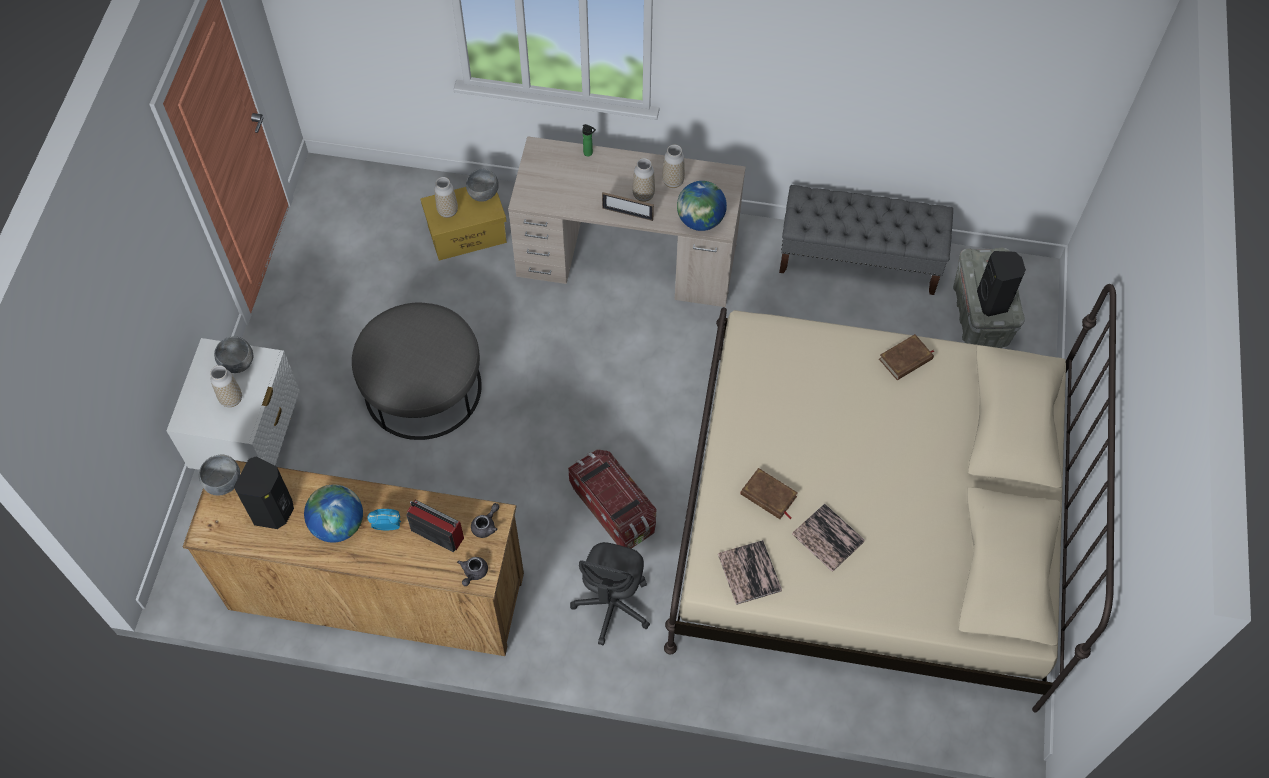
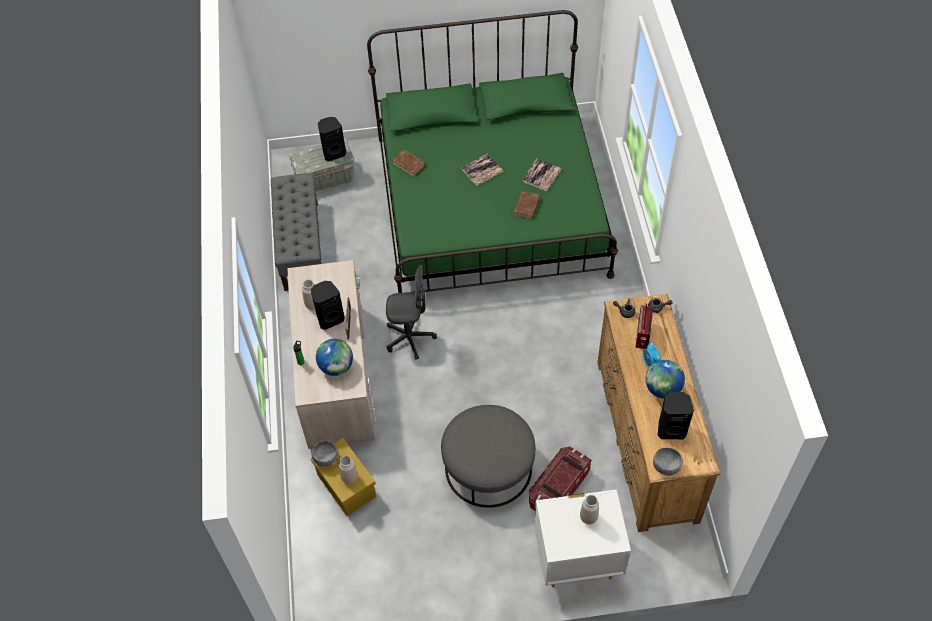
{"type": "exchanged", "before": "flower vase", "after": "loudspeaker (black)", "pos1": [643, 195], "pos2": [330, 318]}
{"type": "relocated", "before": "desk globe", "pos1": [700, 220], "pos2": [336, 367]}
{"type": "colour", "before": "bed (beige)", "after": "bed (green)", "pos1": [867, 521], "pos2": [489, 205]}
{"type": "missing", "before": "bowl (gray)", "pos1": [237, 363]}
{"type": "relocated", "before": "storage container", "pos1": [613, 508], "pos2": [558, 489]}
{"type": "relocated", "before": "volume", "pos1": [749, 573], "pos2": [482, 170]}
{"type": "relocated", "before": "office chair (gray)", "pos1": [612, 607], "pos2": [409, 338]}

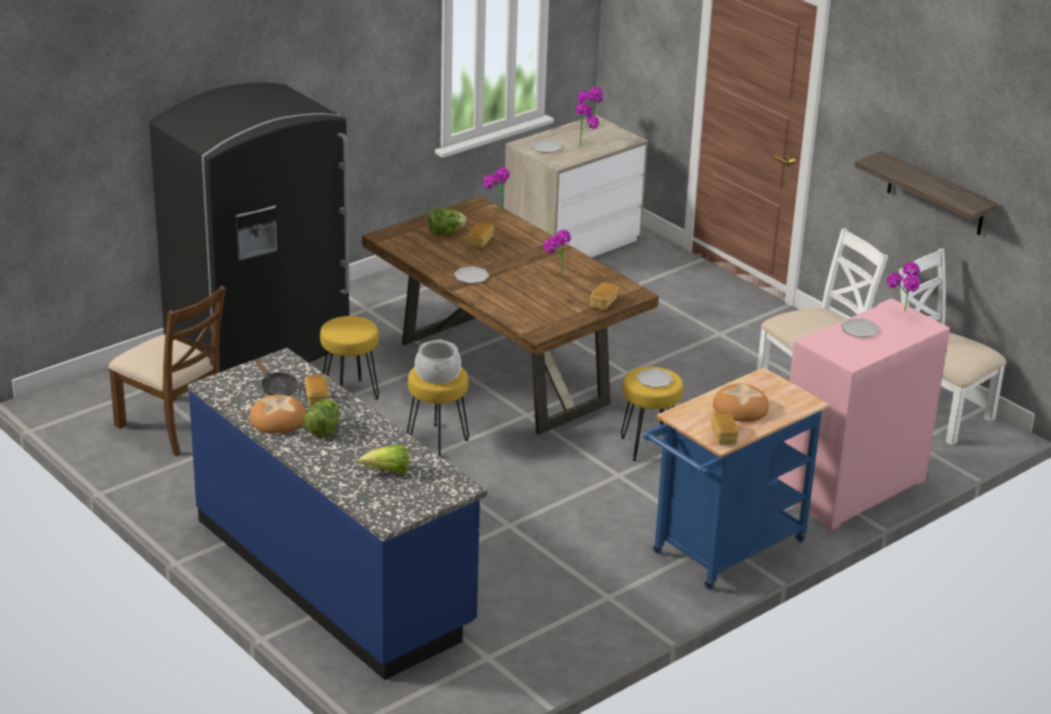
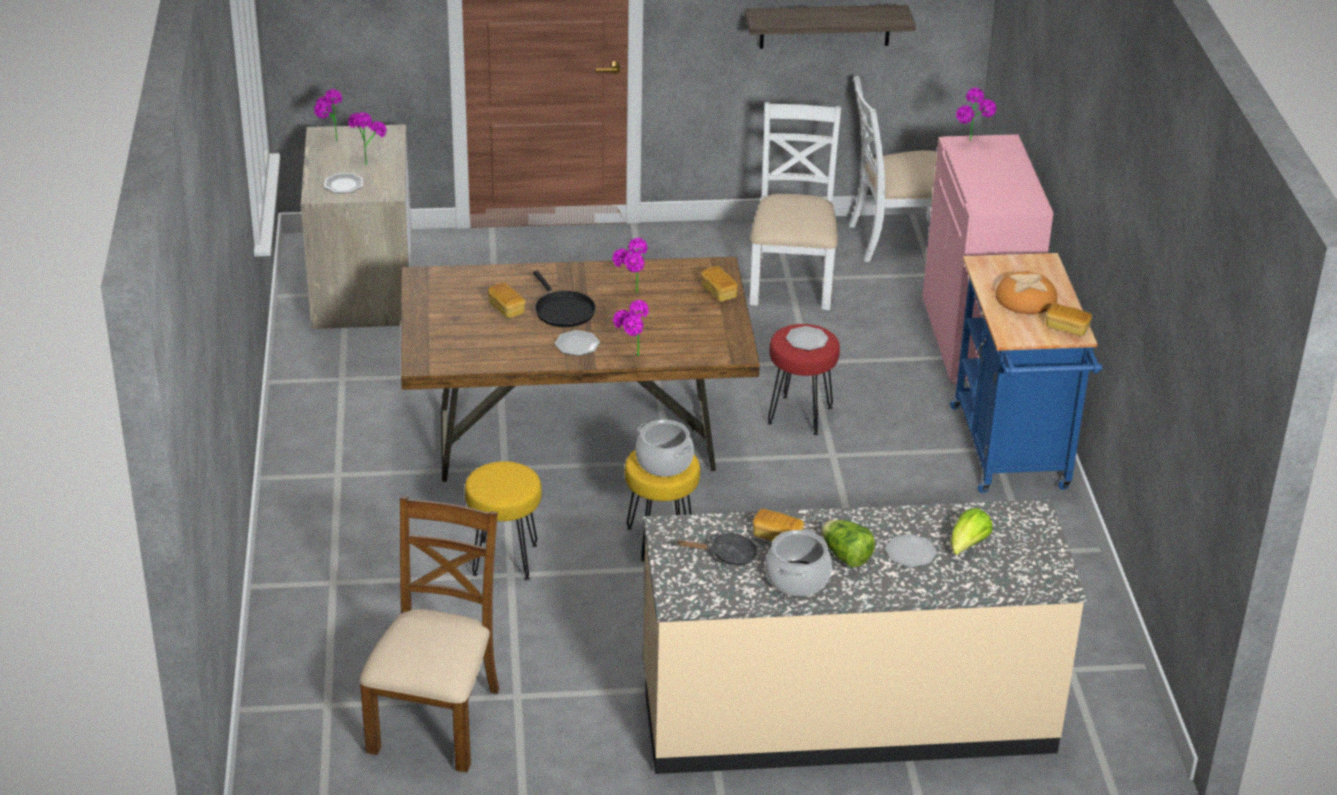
{"type": "missing", "before": "kitchen fridge (black)", "pos1": [260, 349]}
{"type": "relocated", "before": "potted plant", "pos1": [495, 211], "pos2": [631, 359]}
{"type": "missing", "before": "lettuce head", "pos1": [445, 233]}
{"type": "spun", "before": "chair (brown-coloured)", "pos1": [173, 426], "pos2": [436, 719], "turn": -60}
{"type": "relocated", "before": "dinner plate", "pos1": [859, 329], "pos2": [910, 553]}
{"type": "colour", "before": "counter (blue)", "after": "counter (beige)", "pos1": [334, 574], "pos2": [846, 713]}
{"type": "colour", "before": "sitting stool (yellow)", "after": "sitting stool (red)", "pos1": [648, 447], "pos2": [800, 416]}
{"type": "exchanged", "before": "bakery bread", "after": "stockpot", "pos1": [278, 419], "pos2": [797, 579]}
{"type": "appeared", "after": "frying pan (black)", "pos2": [562, 310]}

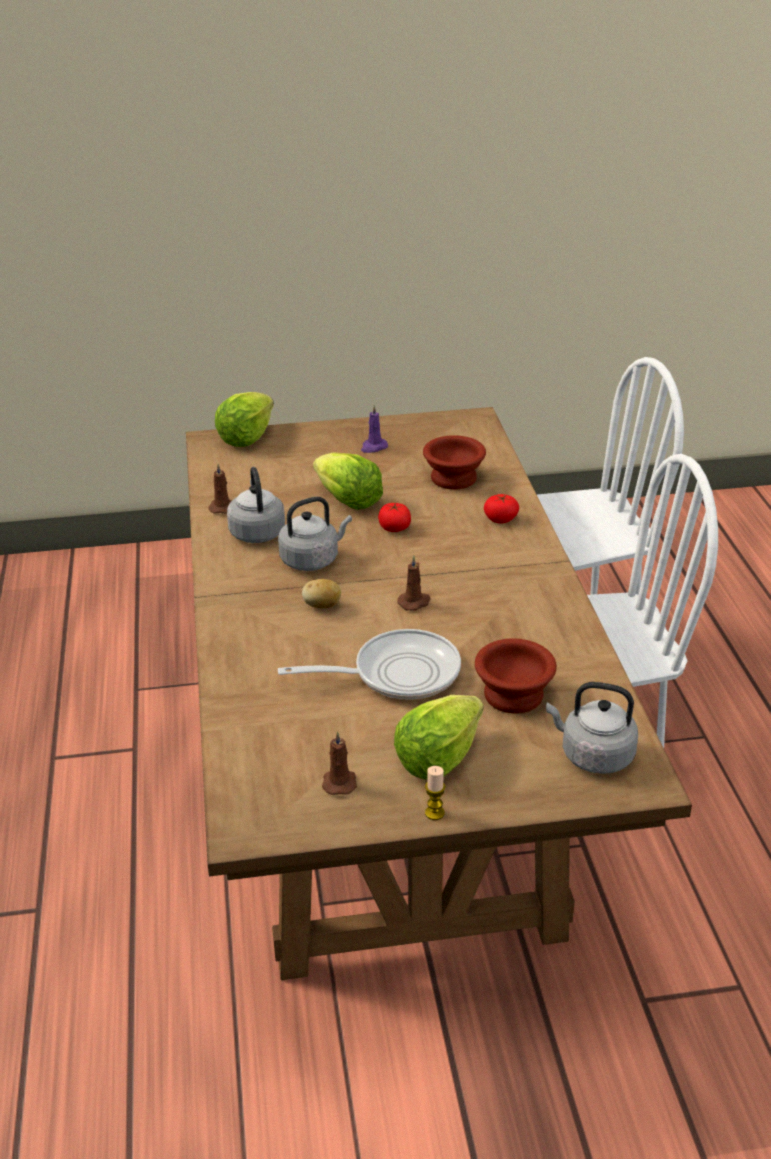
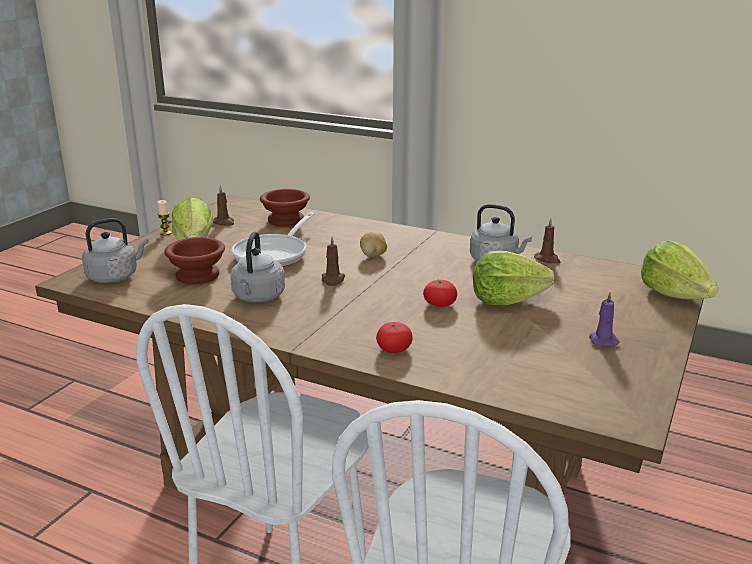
{"type": "relocated", "before": "bowl (brown-coloured)", "pos1": [455, 477], "pos2": [285, 221]}
{"type": "relocated", "before": "water kettle (gray)", "pos1": [312, 559], "pos2": [258, 297]}

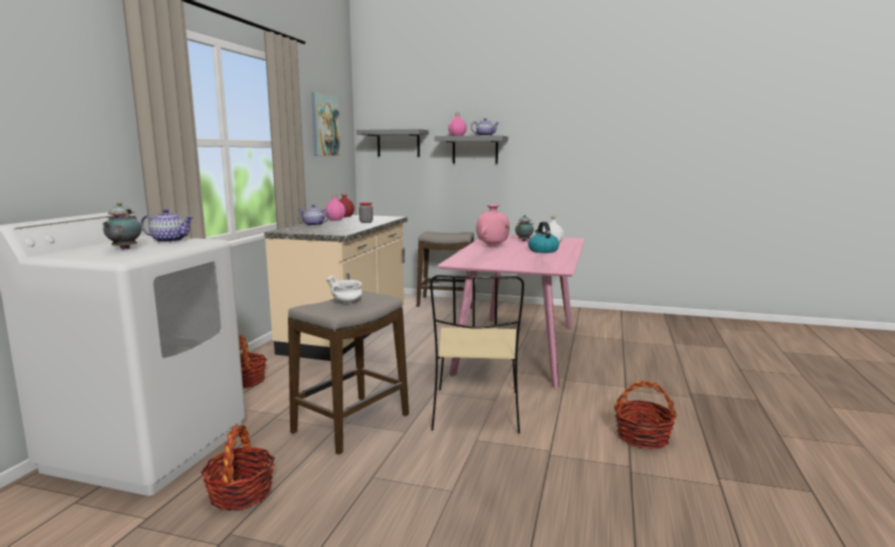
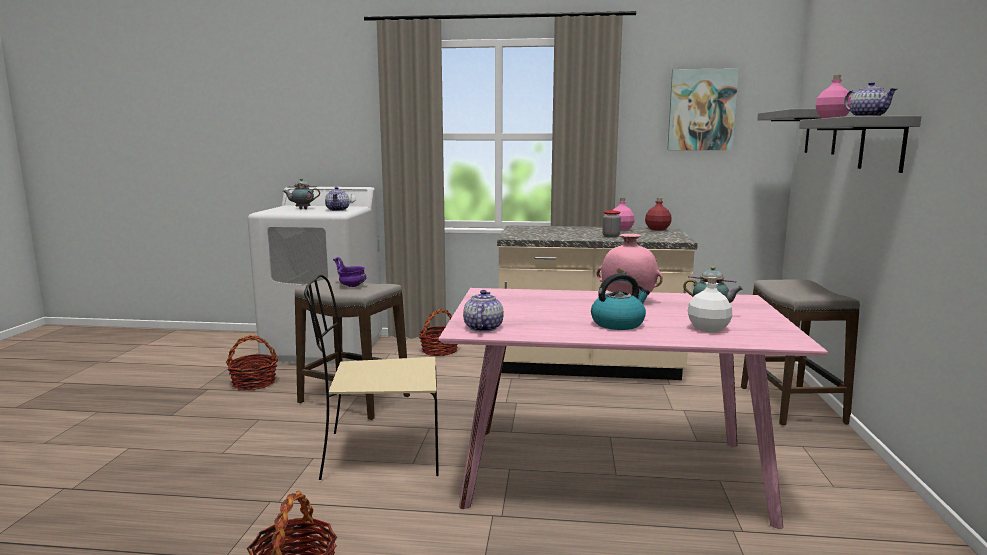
{"type": "relocated", "before": "tea pot", "pos1": [314, 225], "pos2": [482, 328]}
{"type": "colour", "before": "bowl (whitish)", "after": "bowl (purple)", "pos1": [346, 302], "pos2": [351, 286]}

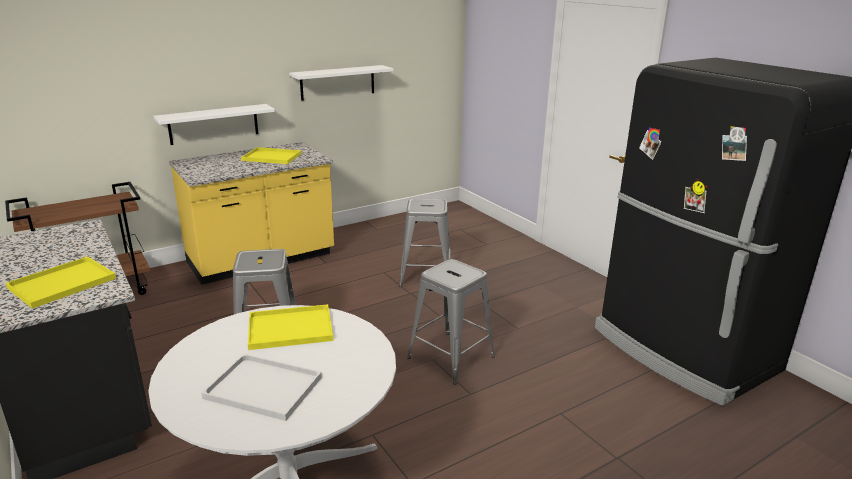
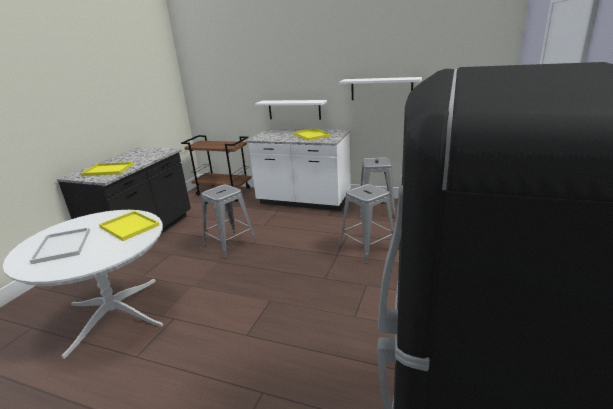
{"type": "colour", "before": "counter (yellow)", "after": "counter (whitish)", "pos1": [261, 260], "pos2": [303, 201]}
{"type": "relocated", "before": "sitting stool (gray)", "pos1": [451, 357], "pos2": [376, 210]}

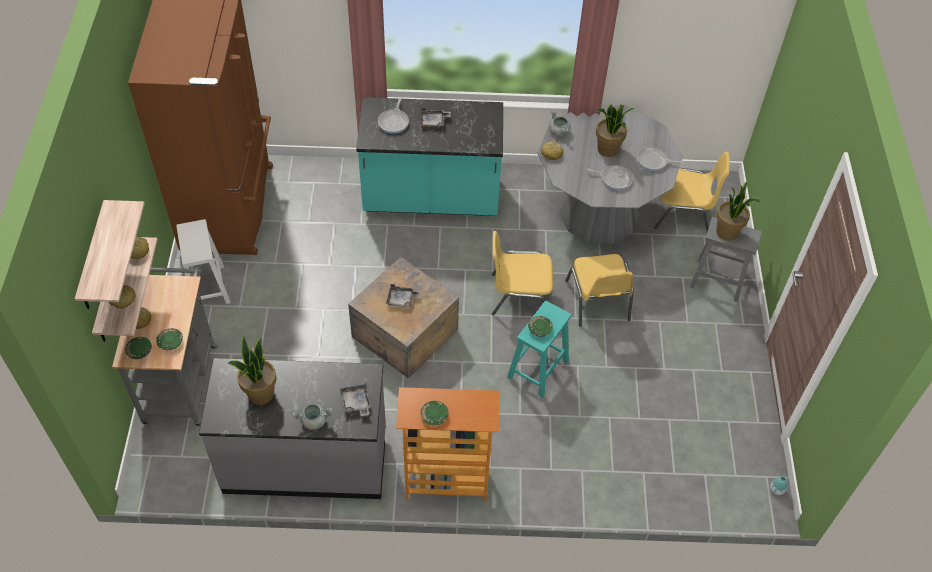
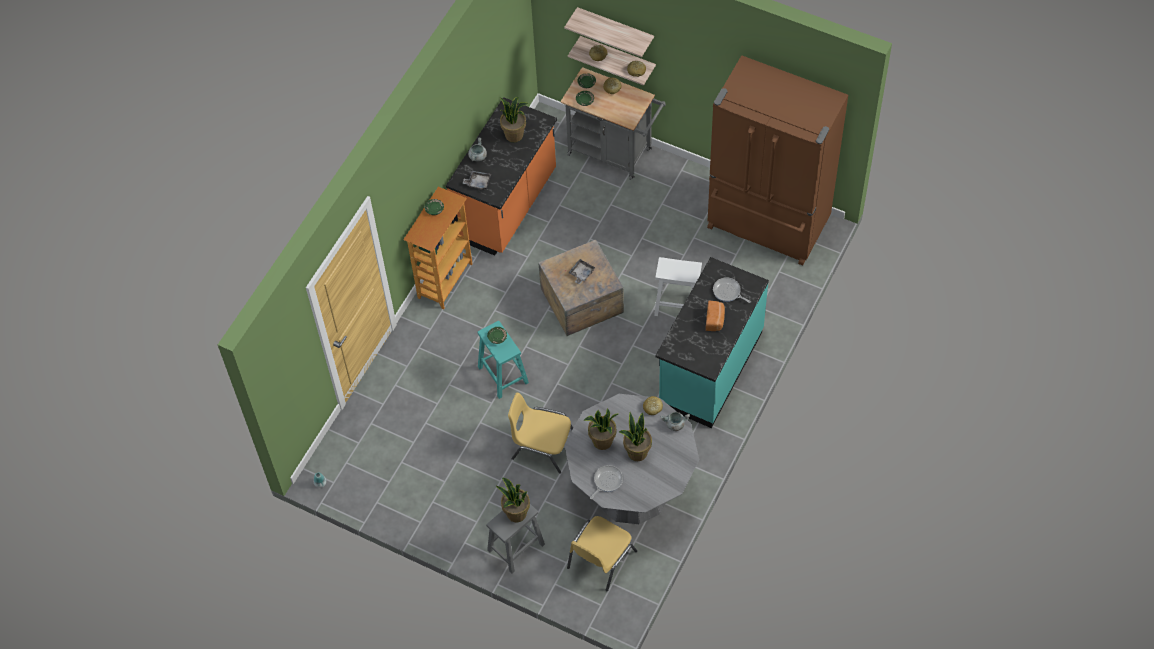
{"type": "exchanged", "before": "carrying tray (gray)", "after": "bakery bread", "pos1": [433, 121], "pos2": [715, 320]}
{"type": "exchanged", "before": "frying pan", "after": "potted plant", "pos1": [614, 179], "pos2": [602, 441]}
{"type": "relocated", "before": "sitting stool (whitish)", "pos1": [206, 287], "pos2": [678, 304]}
{"type": "missing", "before": "chair (yellow)", "pos1": [519, 295]}
{"type": "colour", "before": "counter (gray)", "after": "counter (orange-coloured)", "pos1": [306, 461], "pos2": [507, 206]}

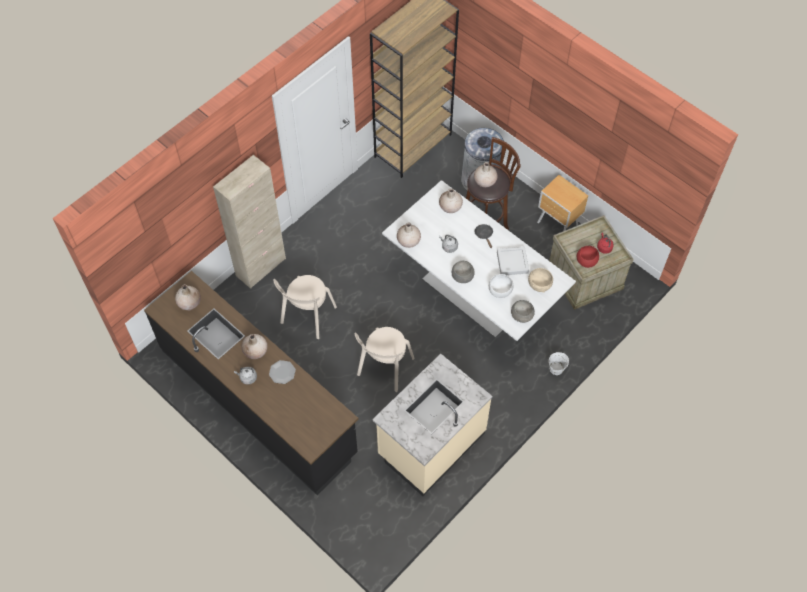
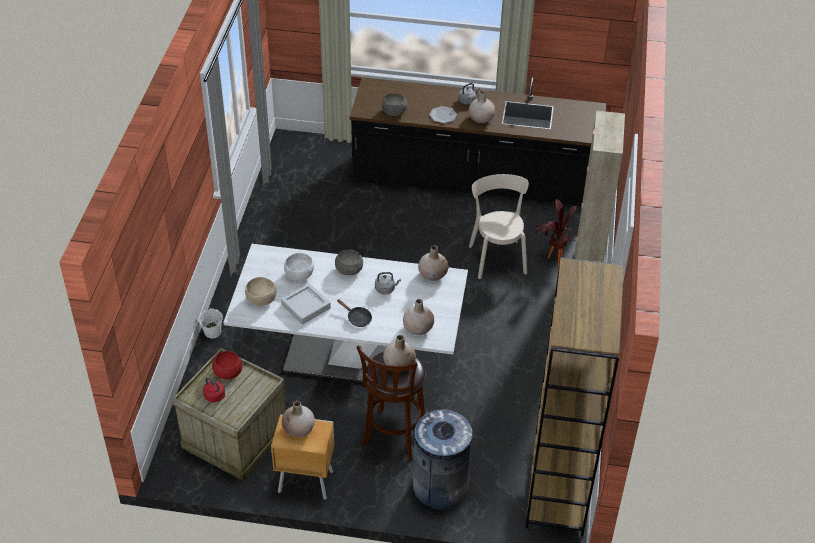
{"type": "relocated", "before": "flower vase (beige)", "pos1": [189, 302], "pos2": [299, 429]}
{"type": "relocated", "before": "bowl (gray)", "pos1": [522, 315], "pos2": [394, 112]}
{"type": "missing", "before": "chair (beige)", "pos1": [384, 369]}
{"type": "missing", "before": "counter (beige)", "pos1": [430, 443]}
{"type": "appeared", "after": "potted plant", "pos2": [551, 259]}

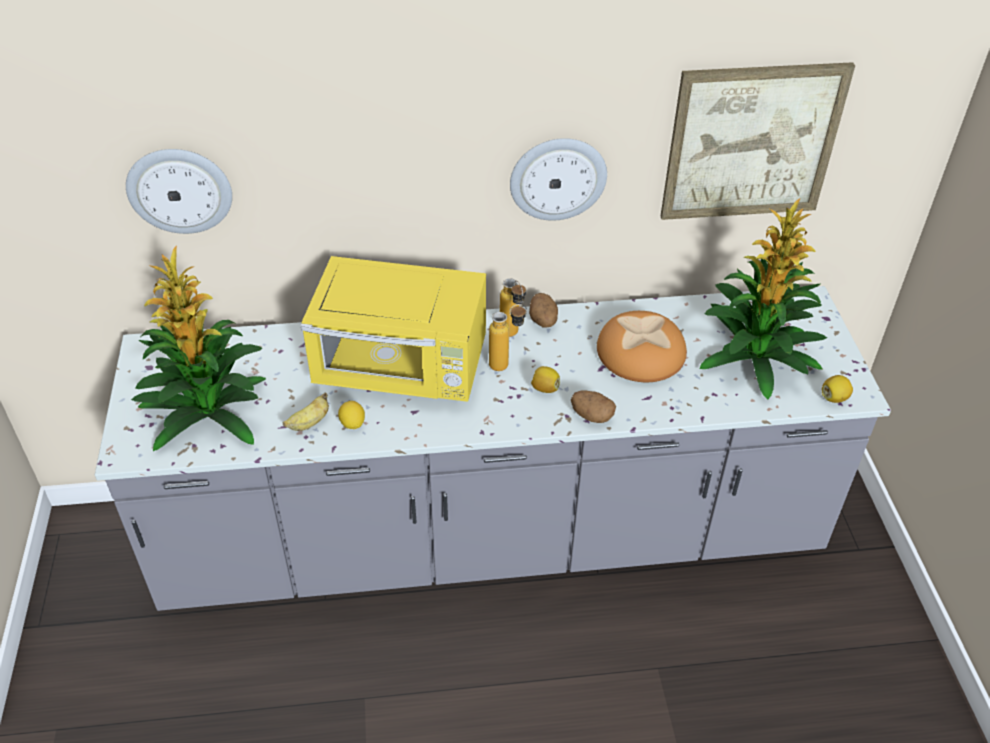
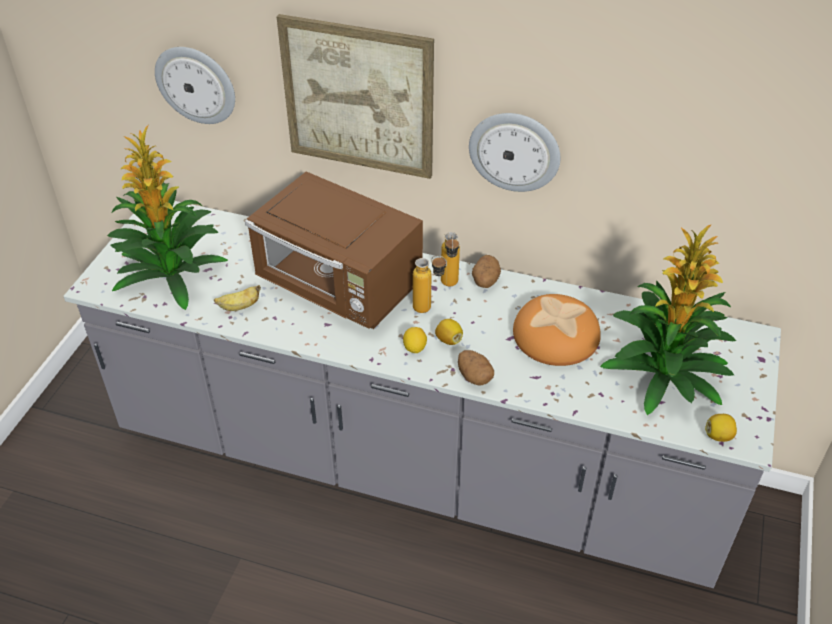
{"type": "relocated", "before": "wall picture", "pos1": [752, 143], "pos2": [358, 98]}
{"type": "colour", "before": "microwave (yellow)", "after": "microwave (brown-coloured)", "pos1": [403, 370], "pos2": [340, 287]}
{"type": "relocated", "before": "citrus fruit", "pos1": [352, 424], "pos2": [414, 348]}

